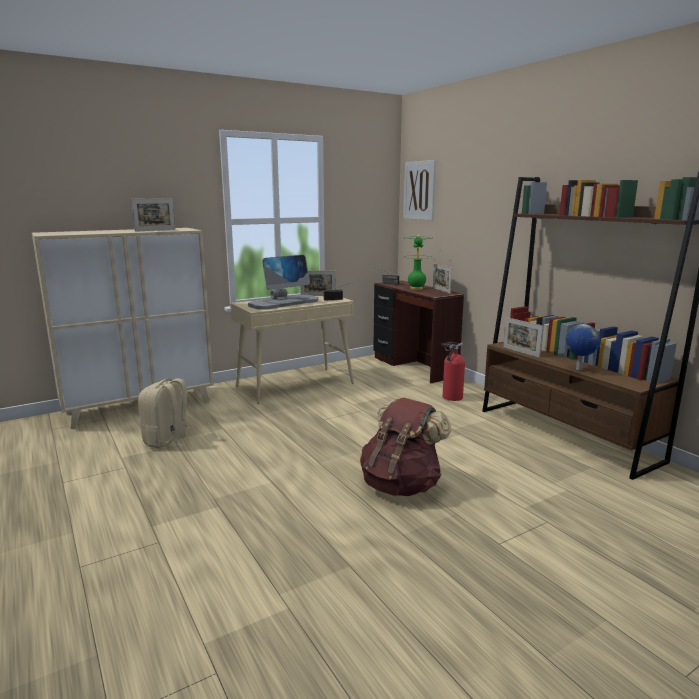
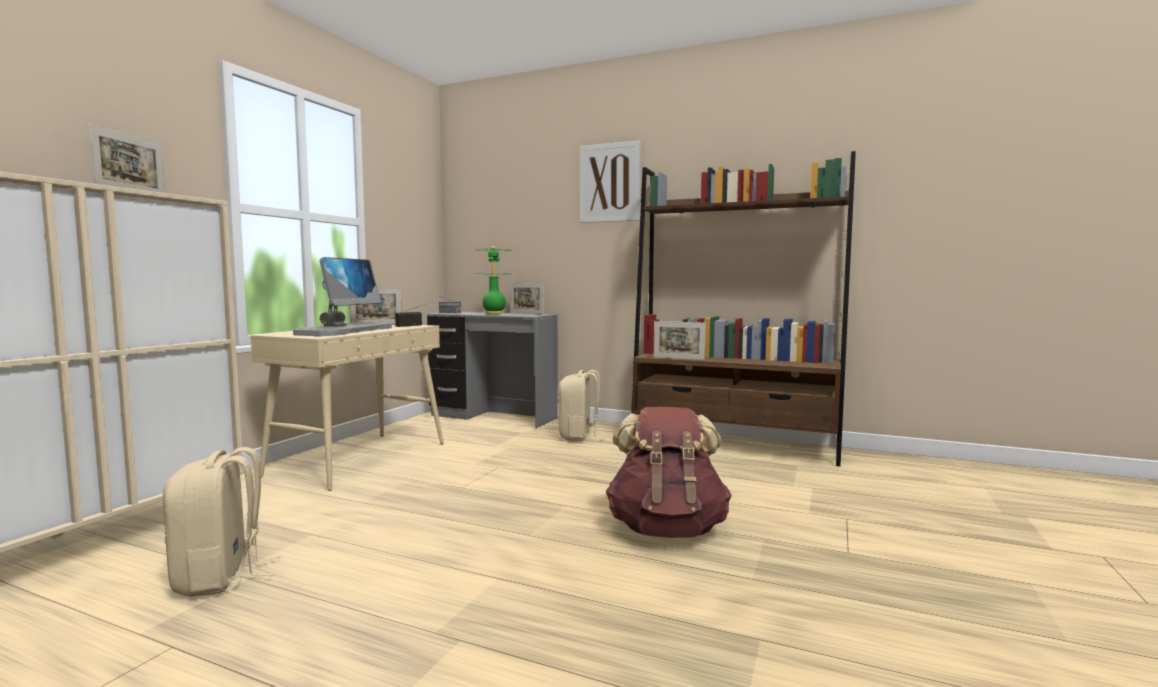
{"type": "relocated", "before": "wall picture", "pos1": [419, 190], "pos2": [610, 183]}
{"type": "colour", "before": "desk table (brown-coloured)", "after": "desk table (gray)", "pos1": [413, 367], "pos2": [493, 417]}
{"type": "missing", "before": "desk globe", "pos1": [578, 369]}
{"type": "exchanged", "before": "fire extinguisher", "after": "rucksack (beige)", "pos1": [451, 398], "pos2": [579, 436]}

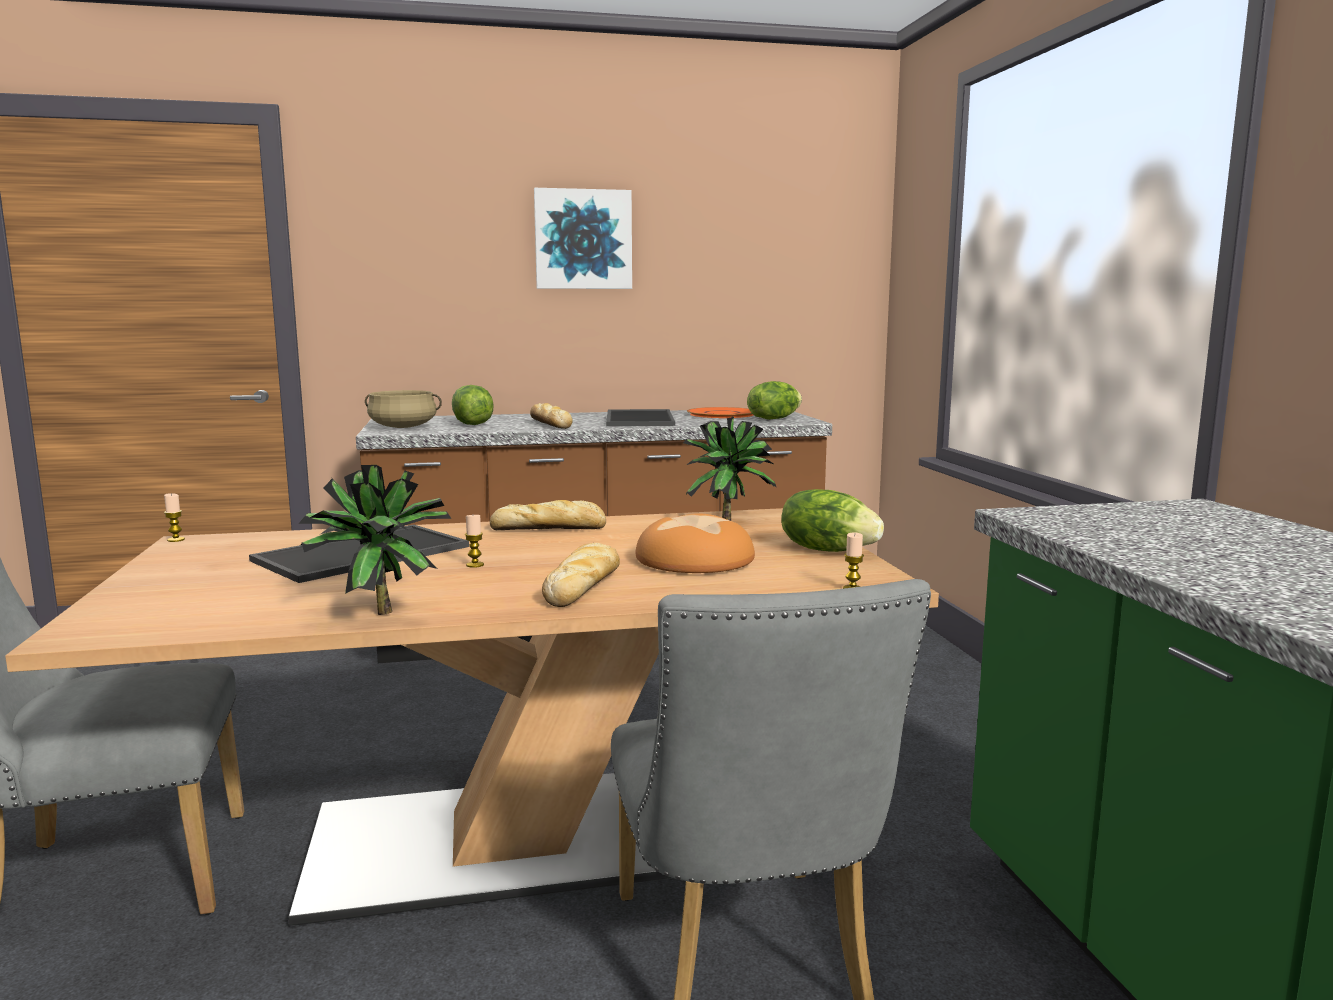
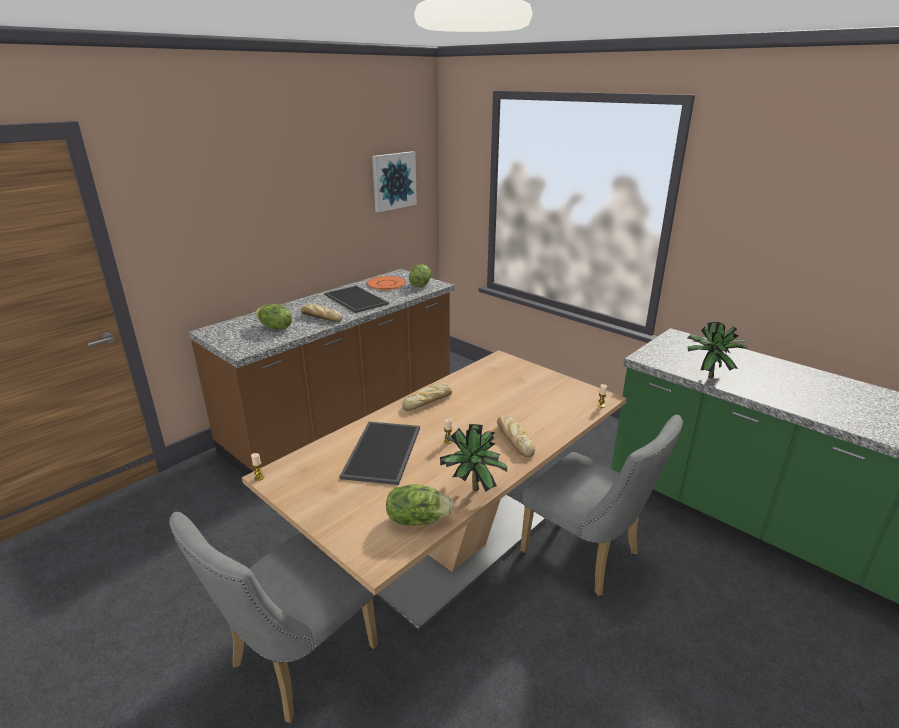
{"type": "relocated", "before": "wall picture", "pos1": [583, 239], "pos2": [393, 181]}
{"type": "missing", "before": "stockpot (beige)", "pos1": [403, 427]}
{"type": "relocated", "before": "potted plant", "pos1": [728, 519], "pos2": [707, 375]}
{"type": "relocated", "before": "lettuce head", "pos1": [828, 550], "pos2": [417, 519]}
{"type": "missing", "before": "bakery bread", "pos1": [696, 559]}

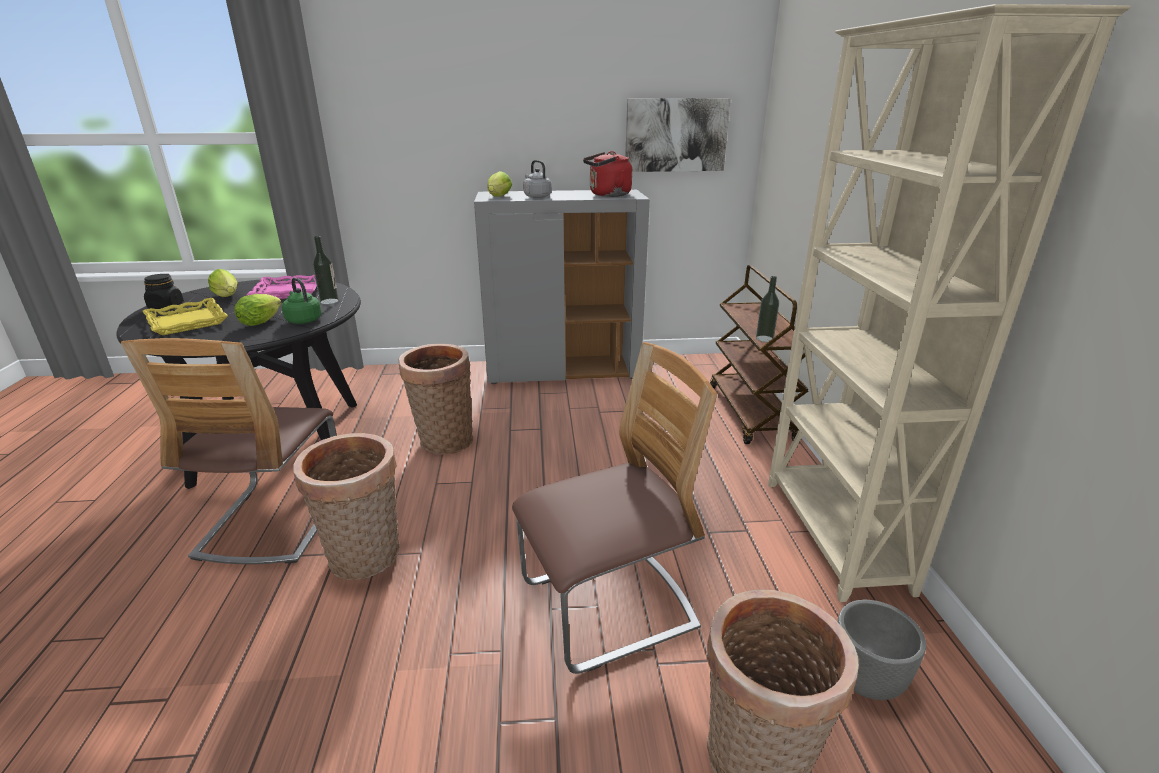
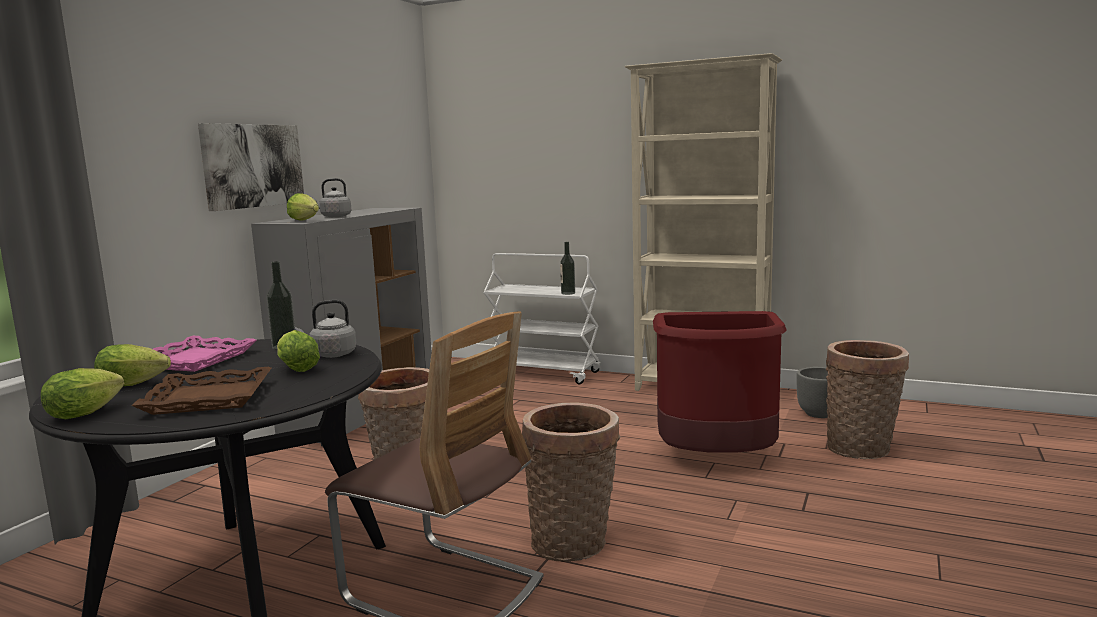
{"type": "relocated", "before": "wall picture", "pos1": [676, 135], "pos2": [253, 165]}
{"type": "missing", "before": "water kettle (red)", "pos1": [607, 195]}
{"type": "colour", "before": "cart (brown-coloured)", "after": "cart (whitish)", "pos1": [751, 413], "pos2": [543, 373]}
{"type": "exchanged", "before": "preserve jar (black)", "after": "lettuce head", "pos1": [166, 306], "pos2": [88, 412]}
{"type": "colour", "before": "water kettle (green)", "after": "water kettle (gray)", "pos1": [303, 320], "pos2": [331, 355]}
{"type": "colour", "before": "carrying tray (yellow)", "after": "carrying tray (brown-coloured)", "pos1": [186, 322], "pos2": [207, 399]}
{"type": "exchanged", "before": "chair", "after": "rubbish bin (red)", "pos1": [607, 607], "pos2": [718, 459]}

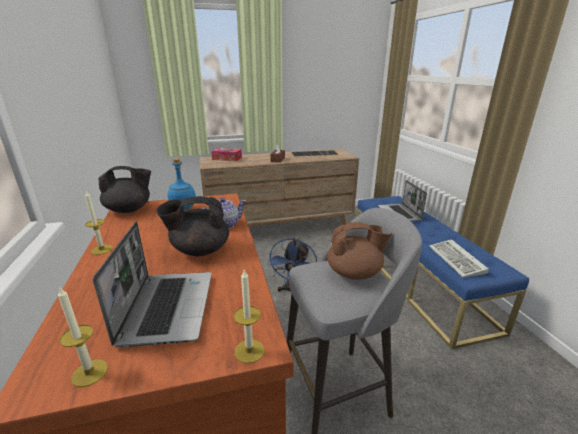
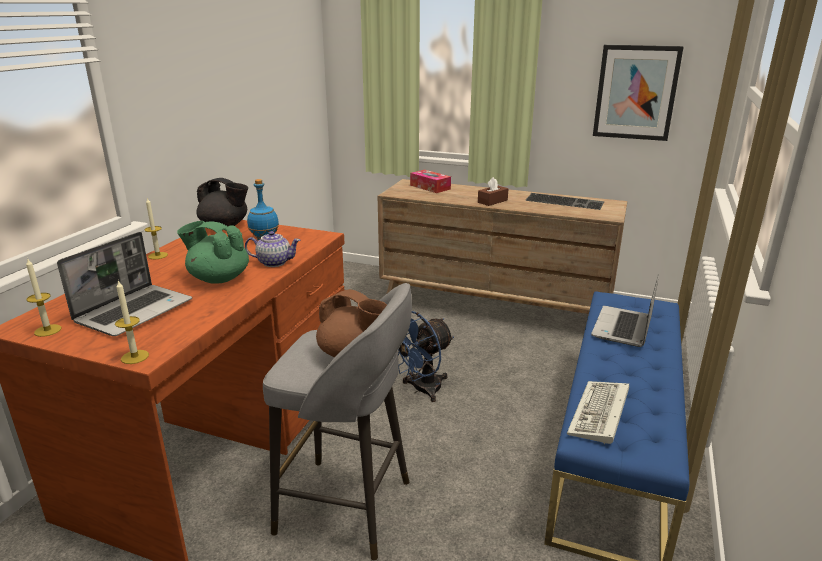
{"type": "colour", "before": "tea pot (black)", "after": "tea pot (green)", "pos1": [199, 250], "pos2": [218, 278]}
{"type": "appeared", "after": "wall picture", "pos2": [636, 92]}

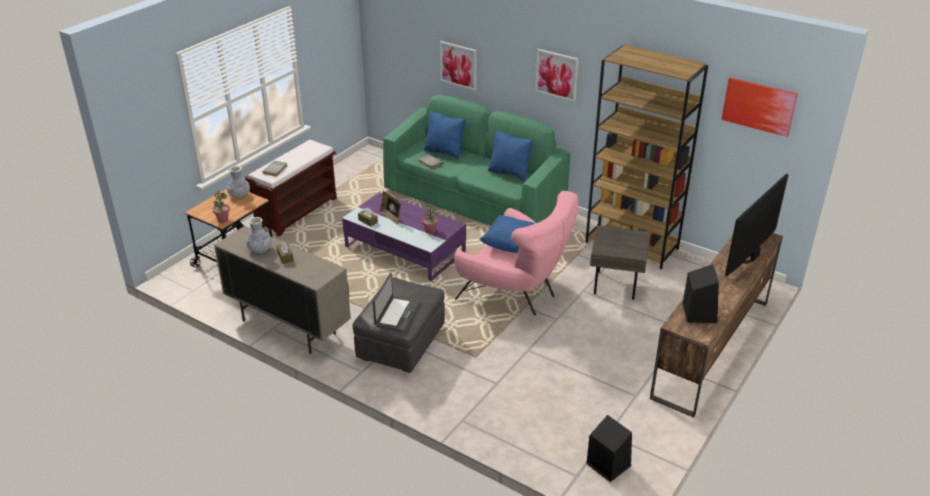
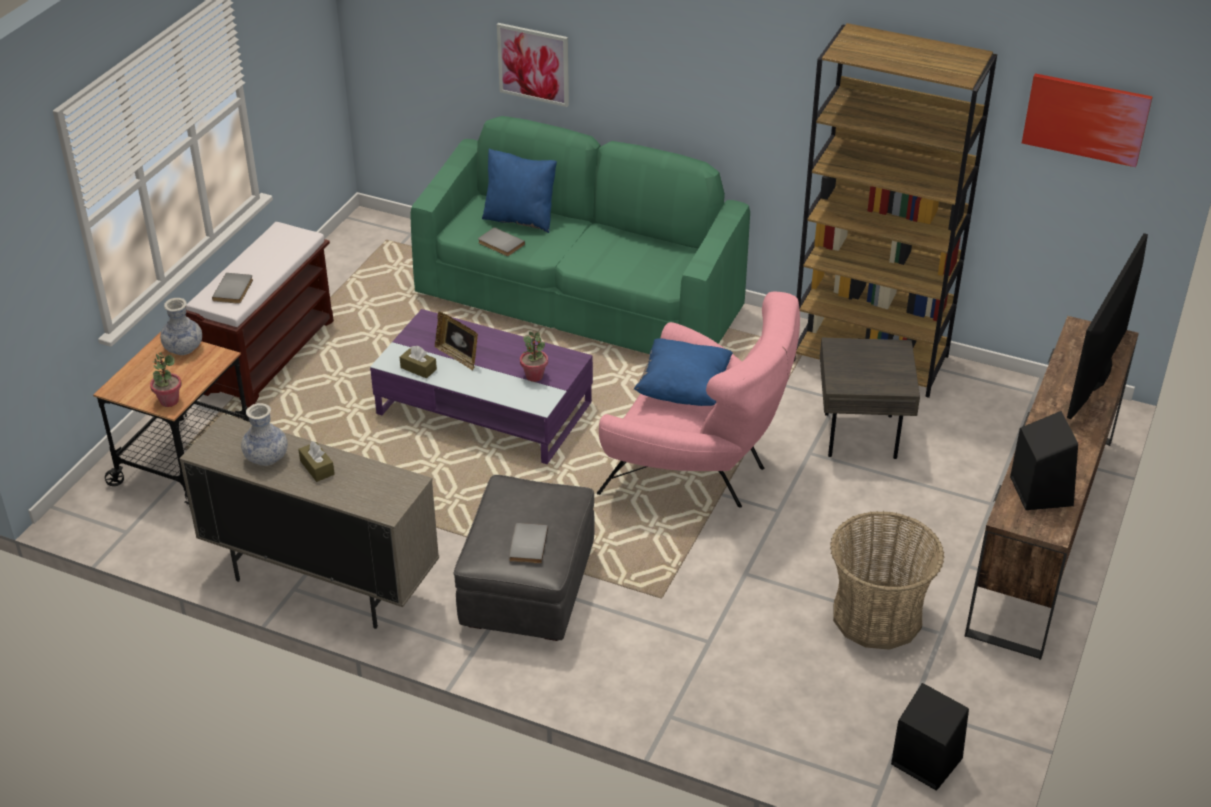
{"type": "missing", "before": "wall picture", "pos1": [557, 75]}
{"type": "missing", "before": "pillow (blue)", "pos1": [509, 173]}
{"type": "exchanged", "before": "notebook computer", "after": "volume (gray)", "pos1": [396, 314], "pos2": [526, 545]}
{"type": "appeared", "after": "storage basket", "pos2": [877, 616]}

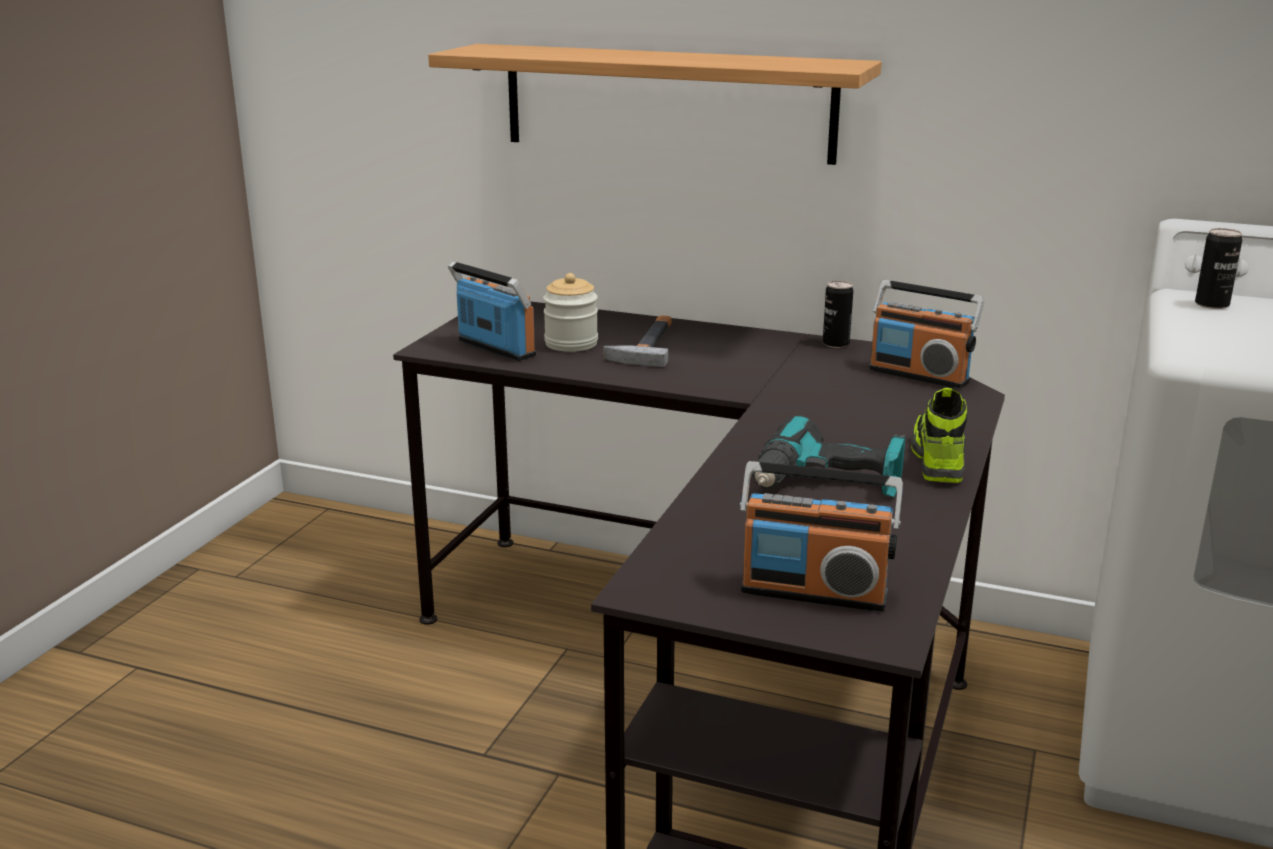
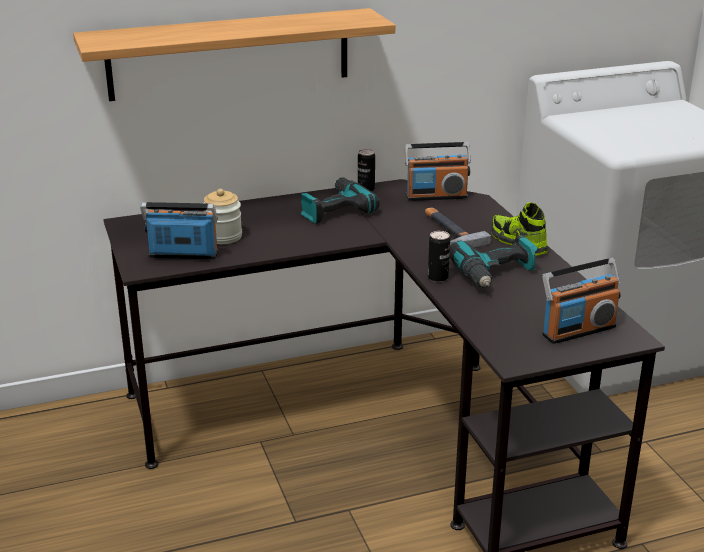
{"type": "relocated", "before": "can", "pos1": [1212, 304], "pos2": [438, 277]}
{"type": "relocated", "before": "hand hammer", "pos1": [647, 344], "pos2": [448, 231]}
{"type": "appeared", "after": "drill", "pos2": [334, 209]}

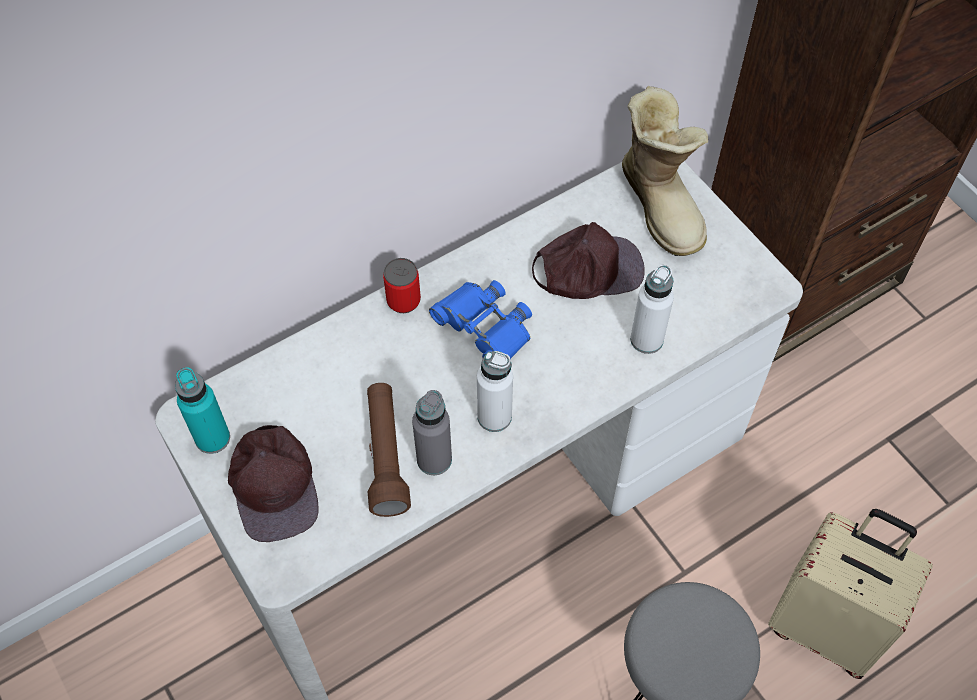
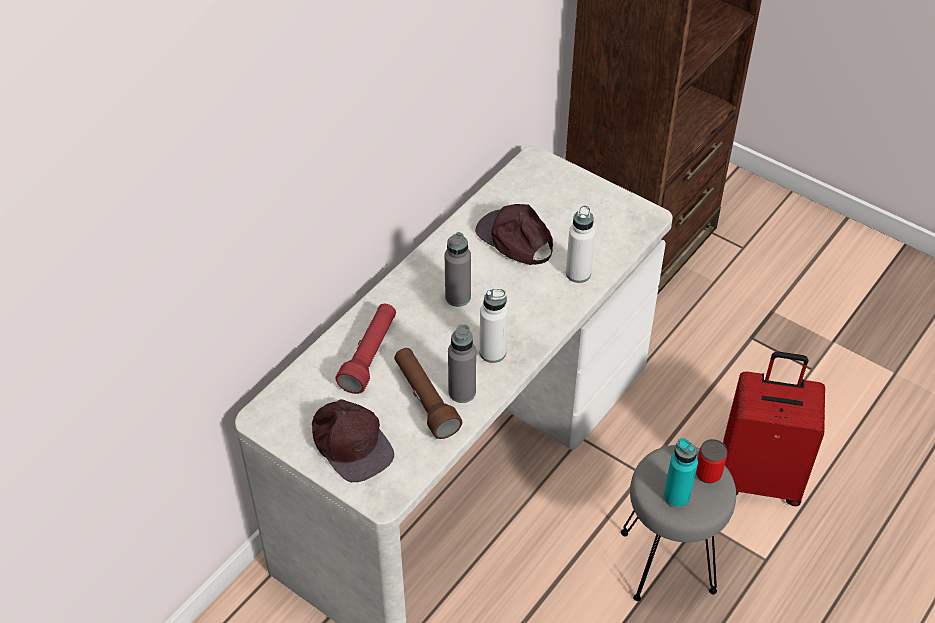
{"type": "missing", "before": "high-top boot", "pos1": [663, 203]}
{"type": "spun", "before": "peaked cap (brown-coloured)", "pos1": [588, 269], "pos2": [515, 239], "turn": -105}
{"type": "relocated", "before": "can", "pos1": [403, 300], "pos2": [708, 473]}
{"type": "exchanged", "before": "binoculars (blue)", "after": "bottle (gray)", "pos1": [484, 327], "pos2": [458, 297]}
{"type": "relocated", "before": "bottle (blue-green)", "pos1": [212, 438], "pos2": [676, 497]}
{"type": "colour", "before": "suitcase (beige)", "after": "suitcase (red)", "pos1": [826, 625], "pos2": [760, 477]}
{"type": "appeared", "after": "hand torch (red)", "pos2": [370, 355]}

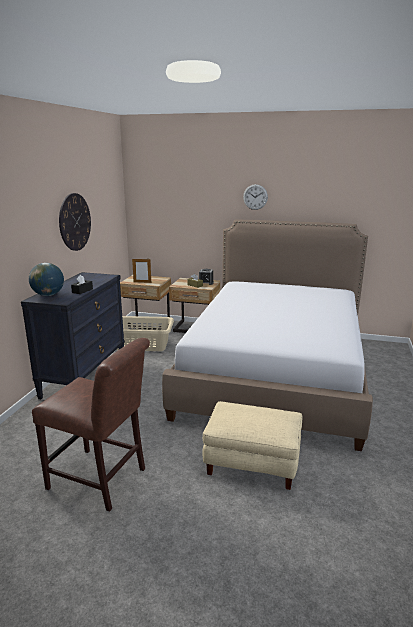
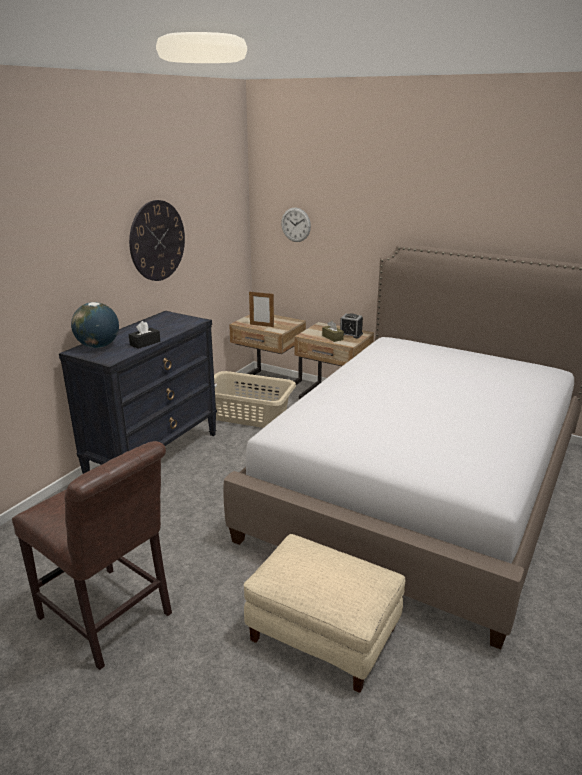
{"type": "relocated", "before": "clock on the wall", "pos1": [255, 197], "pos2": [295, 224]}

